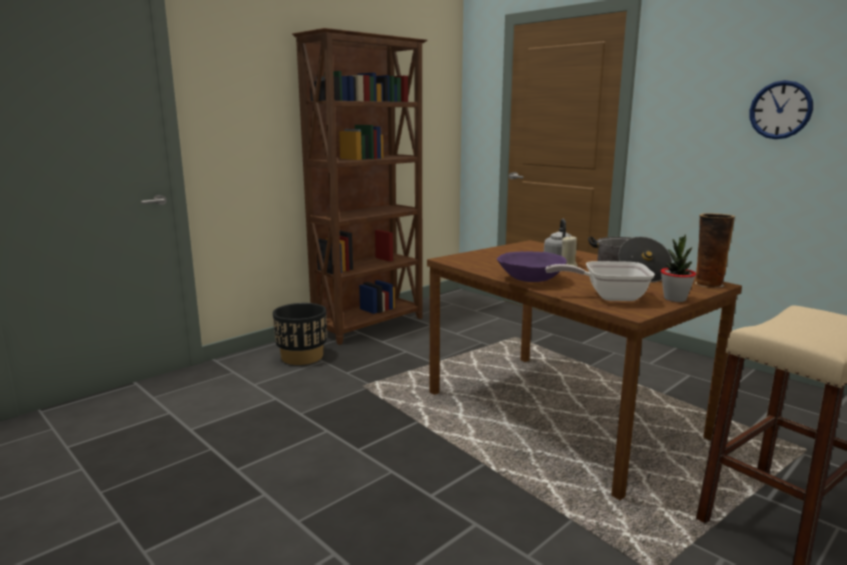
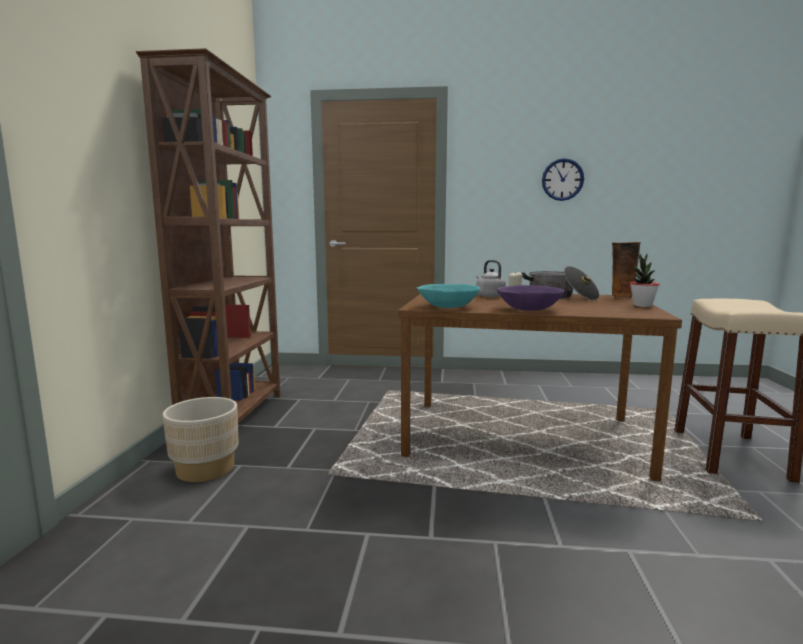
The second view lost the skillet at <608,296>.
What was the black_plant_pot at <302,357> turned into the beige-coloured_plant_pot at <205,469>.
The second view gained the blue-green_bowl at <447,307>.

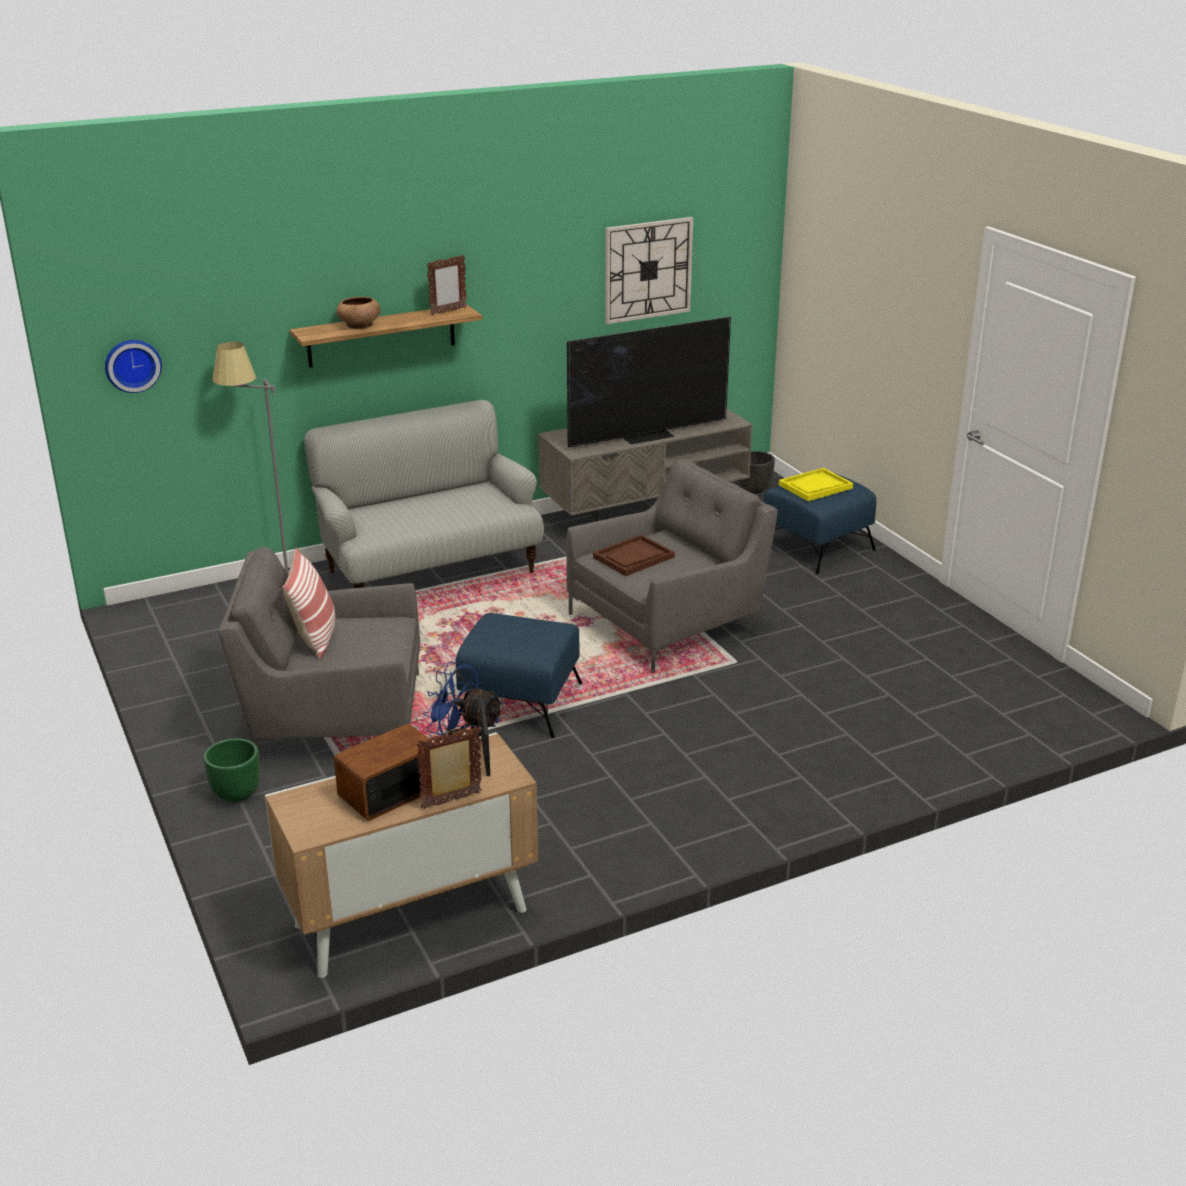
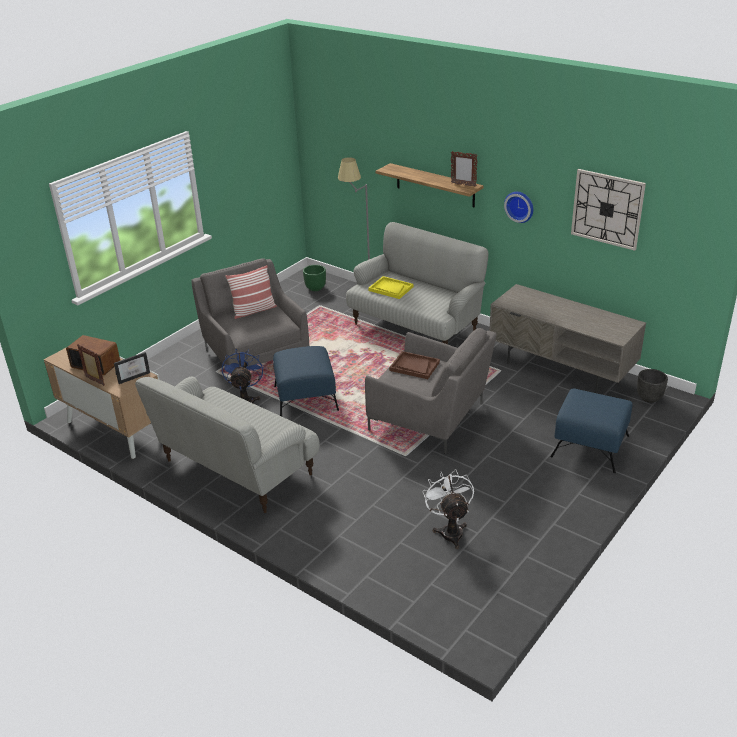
The second view lost the brownish_bowl at <359,325>.
The second view lost the TV at <647,435>.
The wall_clock ended up elsewhere, having gone from <132,364> to <520,206>.
The yellowish_serving_tray ended up elsewhere, having gone from <815,487> to <390,289>.
The greenish_plant_pot ended up elsewhere, having gone from <236,793> to <315,288>.
The second view gained the sofa at <236,470>.
The second view gained the whitish_cooling_fan at <450,530>.

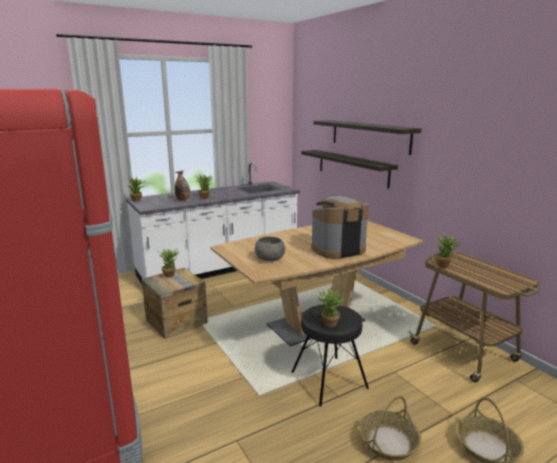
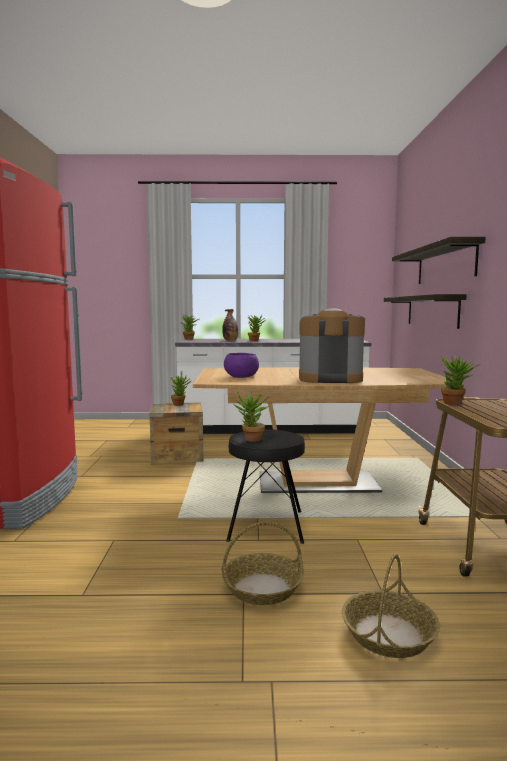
What was the gray_bowl at <270,258> turned into the purplish_bowl at <241,377>.

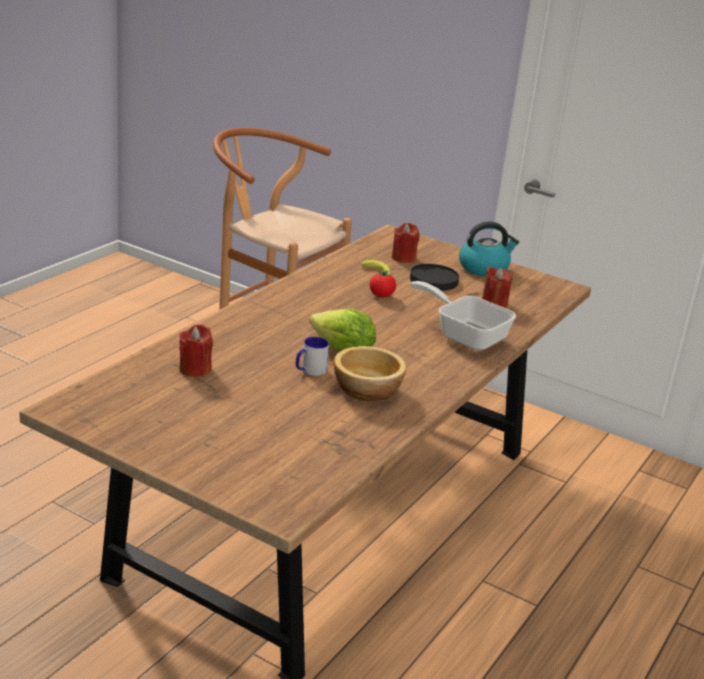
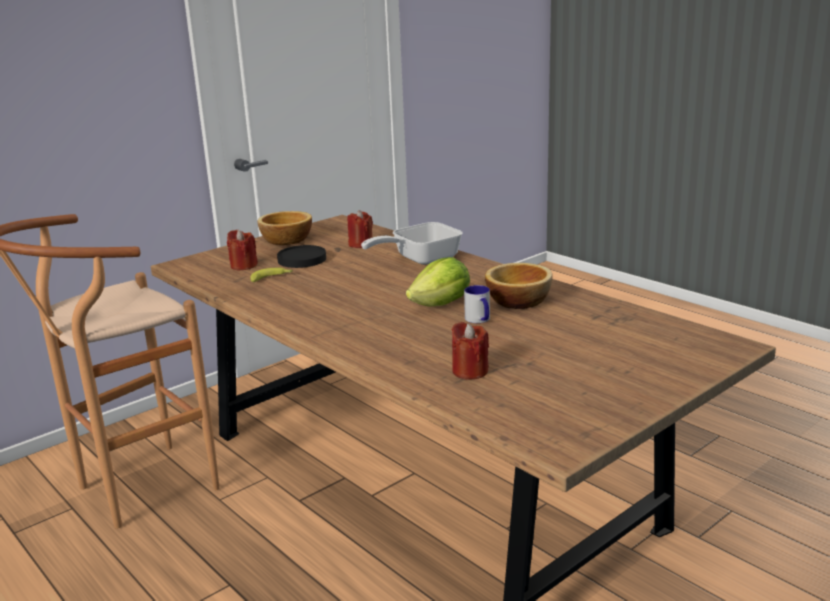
Where the tea_kettle stood at <484,268>, the bowl came to stand at <286,240>.
The second view lost the fresh_tomato at <381,295>.

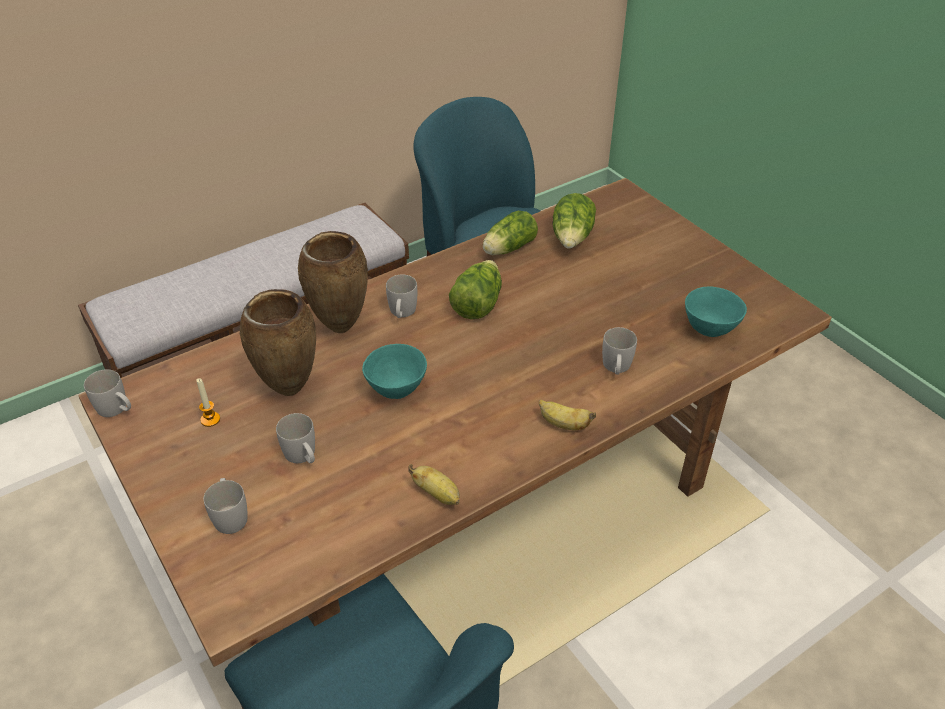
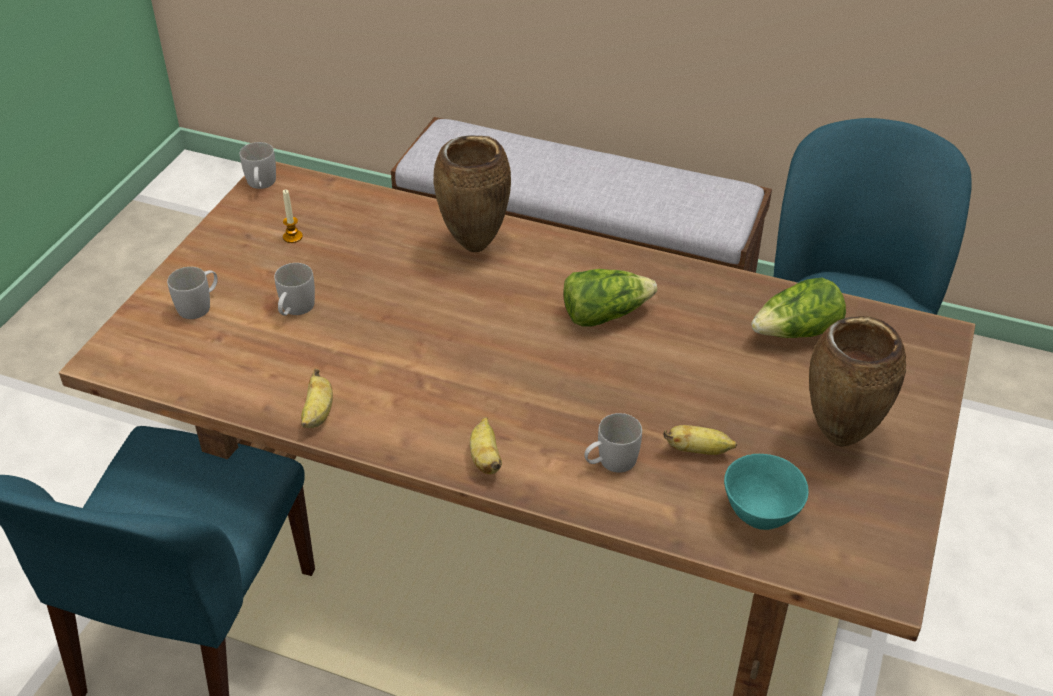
The second view lost the lettuce_head at <507,249>.
The second view lost the whitish_coffee_mug at <402,313>.
The brownish_decorative_vase ended up elsewhere, having gone from <288,390> to <838,438>.
The second view lost the blue-green_bowl at <396,391>.
The second view gained the whole_banana at <698,451>.

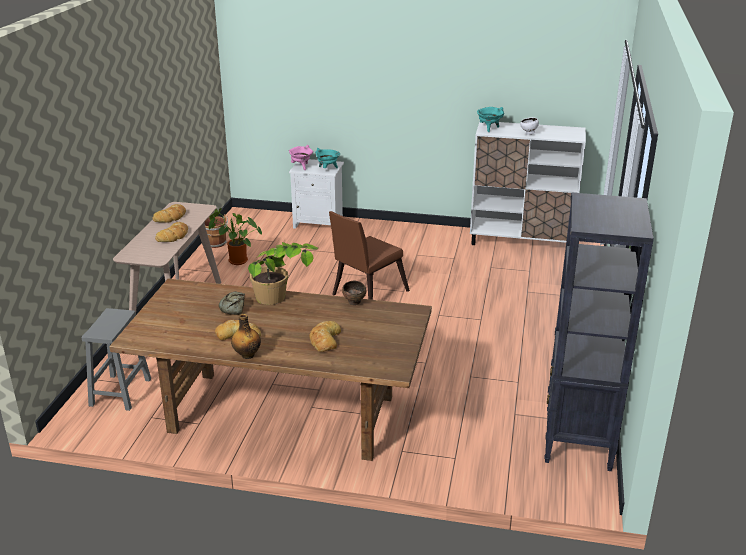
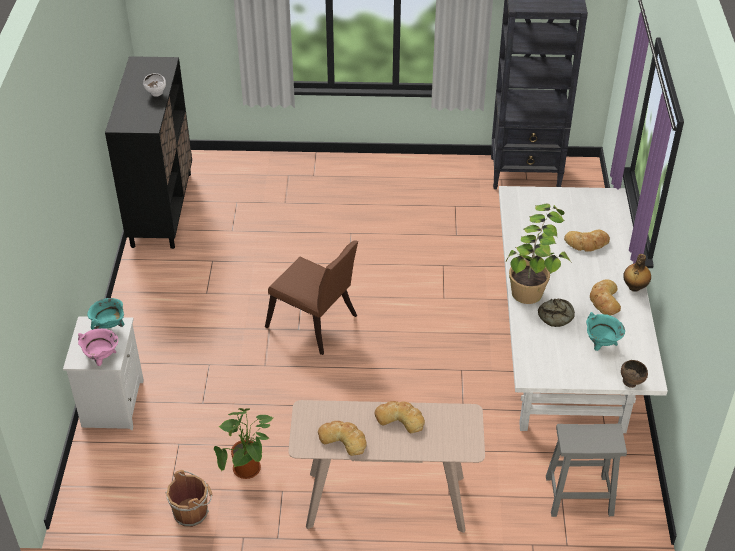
The blue-green_cooking_pot ended up elsewhere, having gone from <489,129> to <601,345>.
What was the whitish_cabinet at <521,241> turned into the black_cabinet at <162,209>.
What was the brownish_kitchen_table at <280,414> turned into the whitish_kitchen_table at <563,354>.
The brownish_bowl ended up elsewhere, having gone from <354,303> to <631,382>.

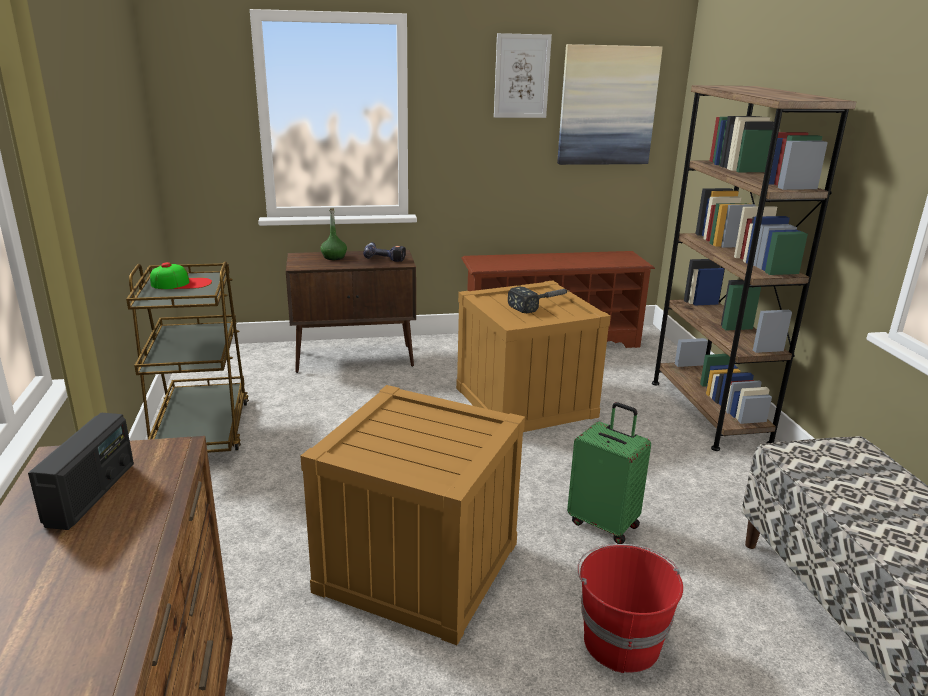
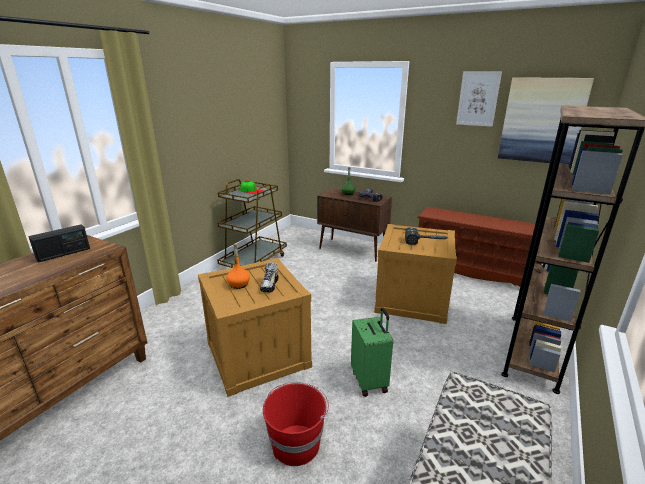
The second view gained the orange-coloured_drink_bottle at <239,284>.
The second view gained the low_shoe at <269,285>.

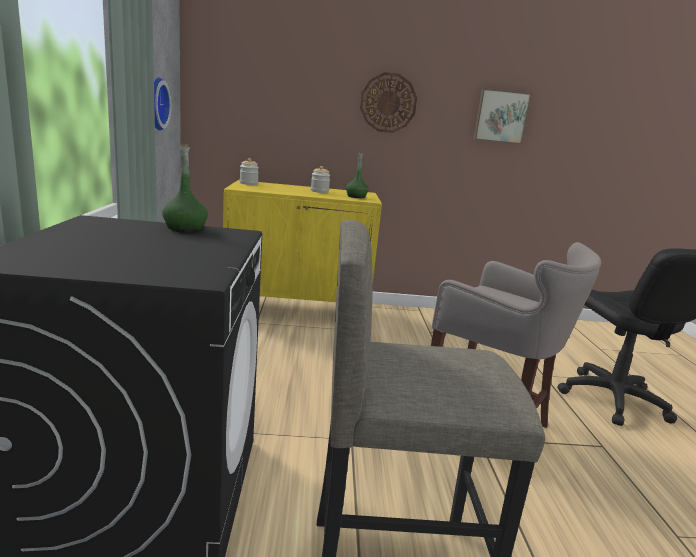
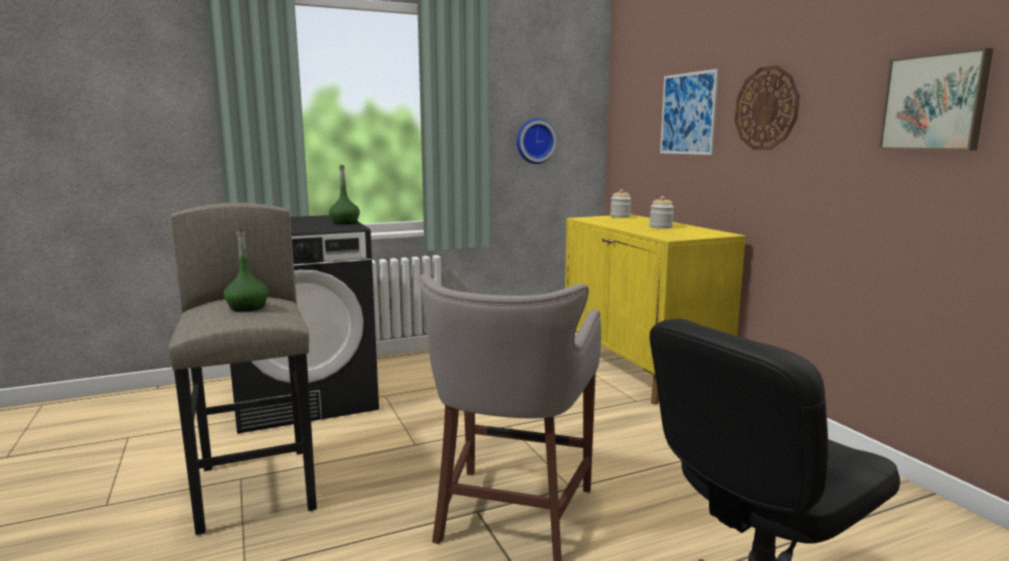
The greenish_drink_bottle ended up elsewhere, having gone from <356,197> to <247,307>.
The second view gained the picture at <688,113>.

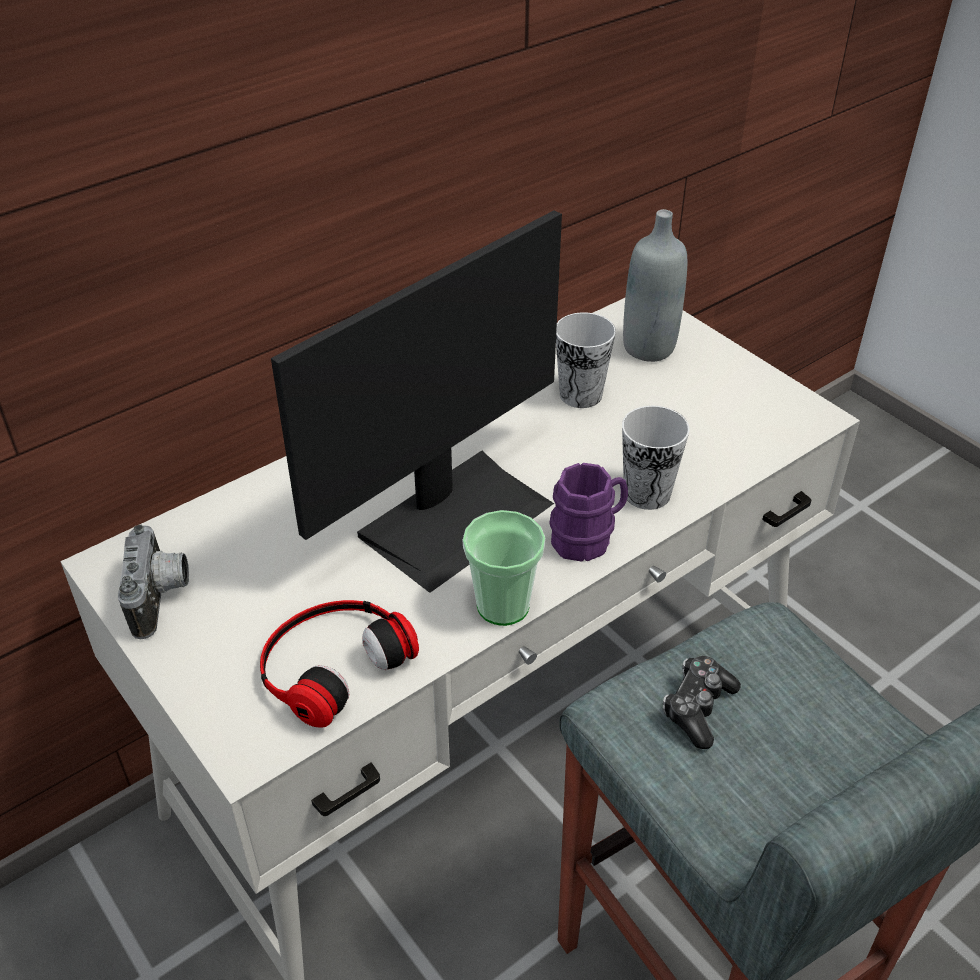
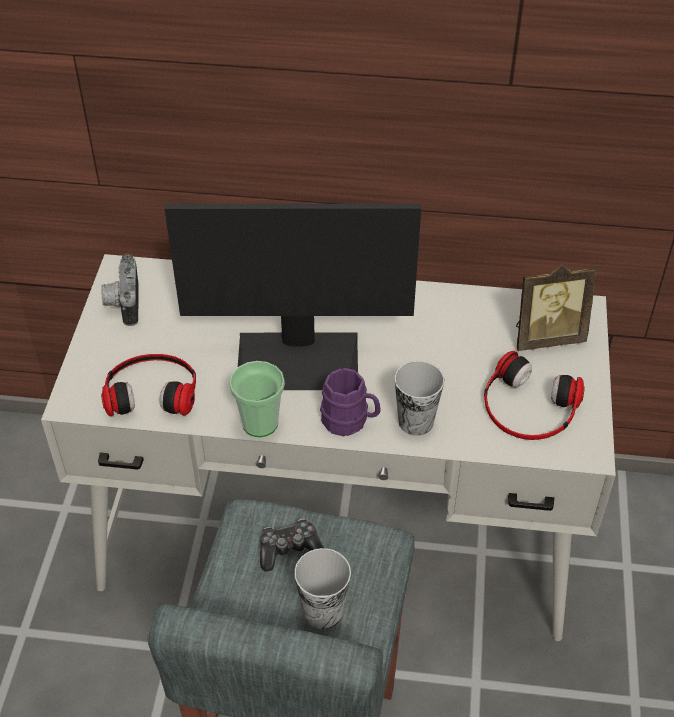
Where the gray_drink_bottle stood at <649,347>, the picture_frame came to stand at <546,337>.
The small_cup ended up elsewhere, having gone from <580,394> to <323,611>.
The still_camera at <162,597> ended up facing another way, 135 degrees clockwise from before.
The second view gained the headphones at <528,407>.

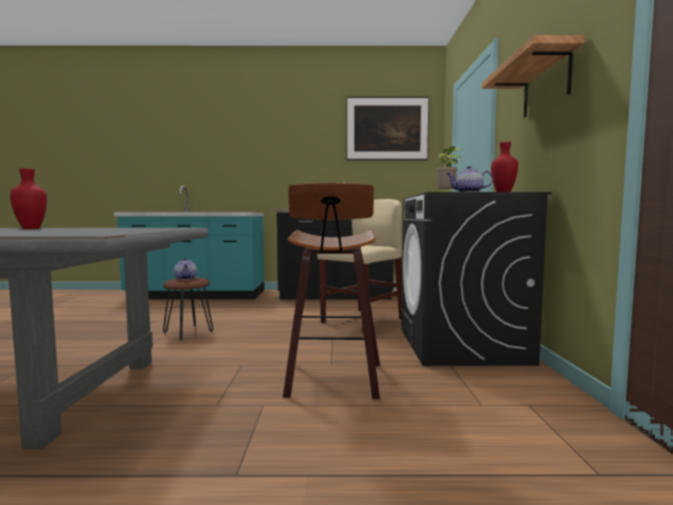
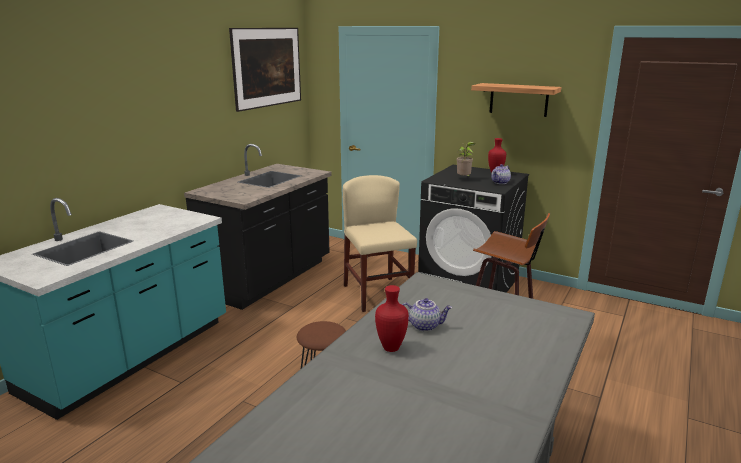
The pot_for_tea ended up elsewhere, having gone from <186,278> to <425,326>.

